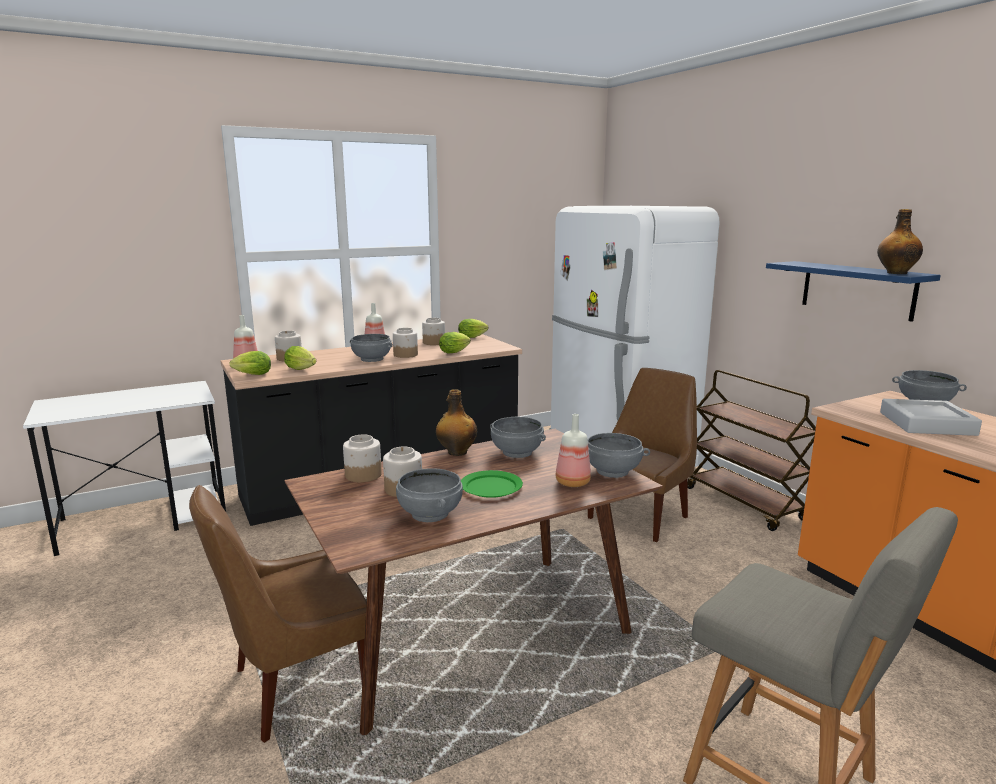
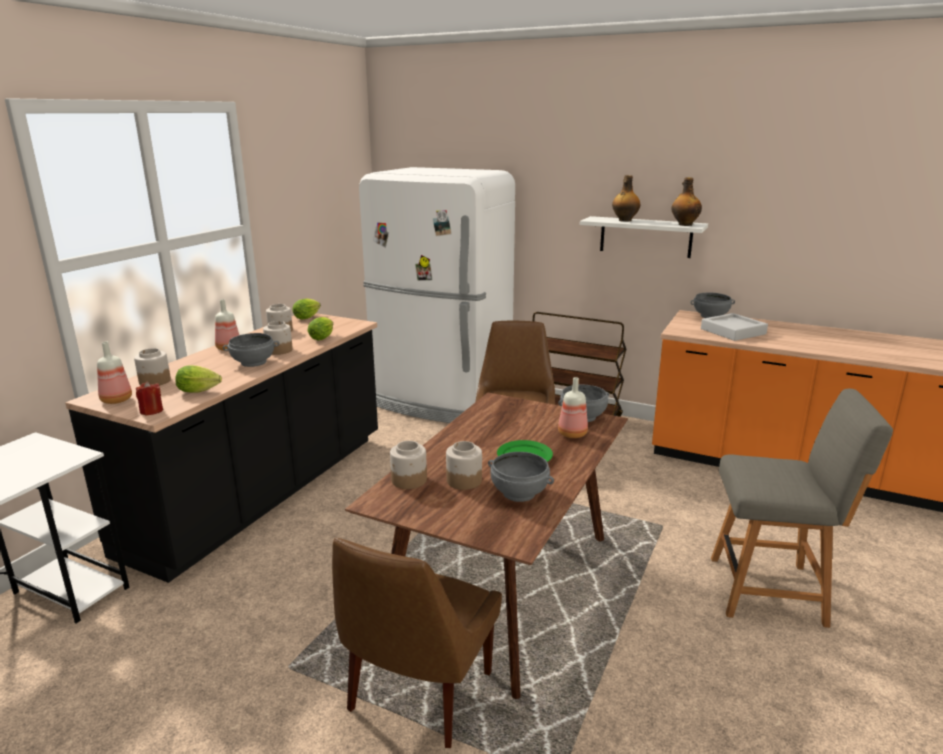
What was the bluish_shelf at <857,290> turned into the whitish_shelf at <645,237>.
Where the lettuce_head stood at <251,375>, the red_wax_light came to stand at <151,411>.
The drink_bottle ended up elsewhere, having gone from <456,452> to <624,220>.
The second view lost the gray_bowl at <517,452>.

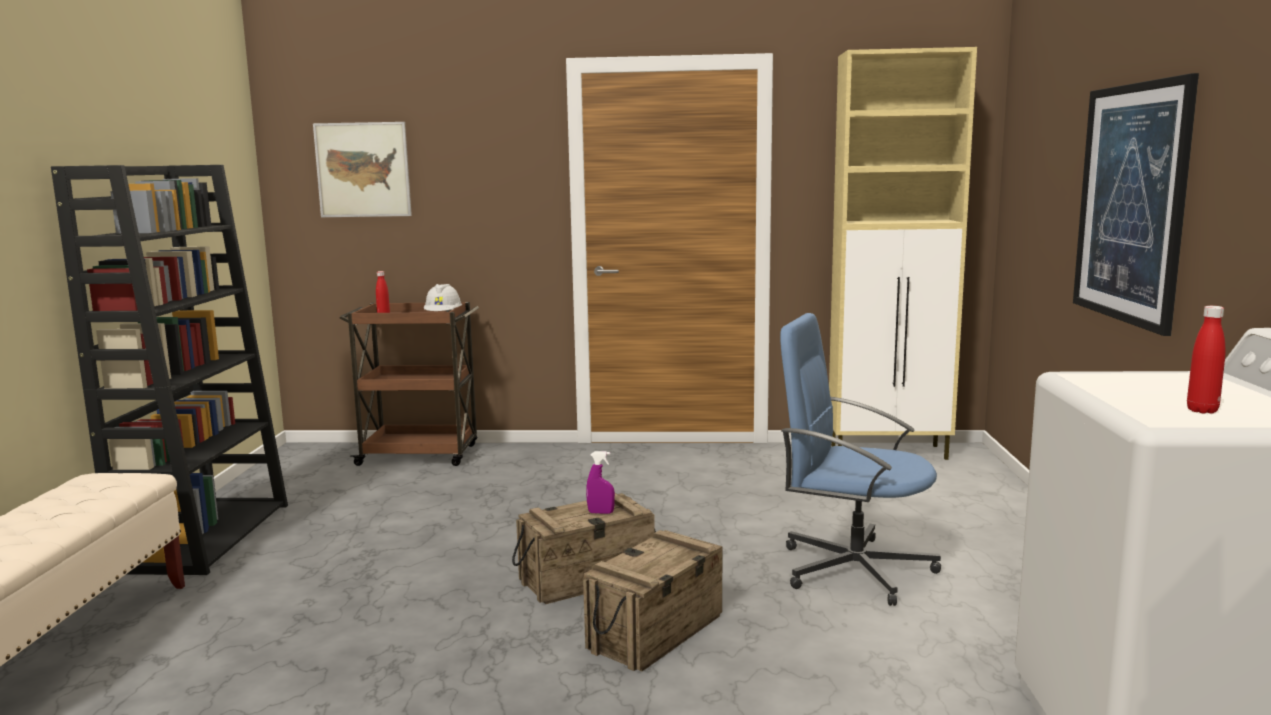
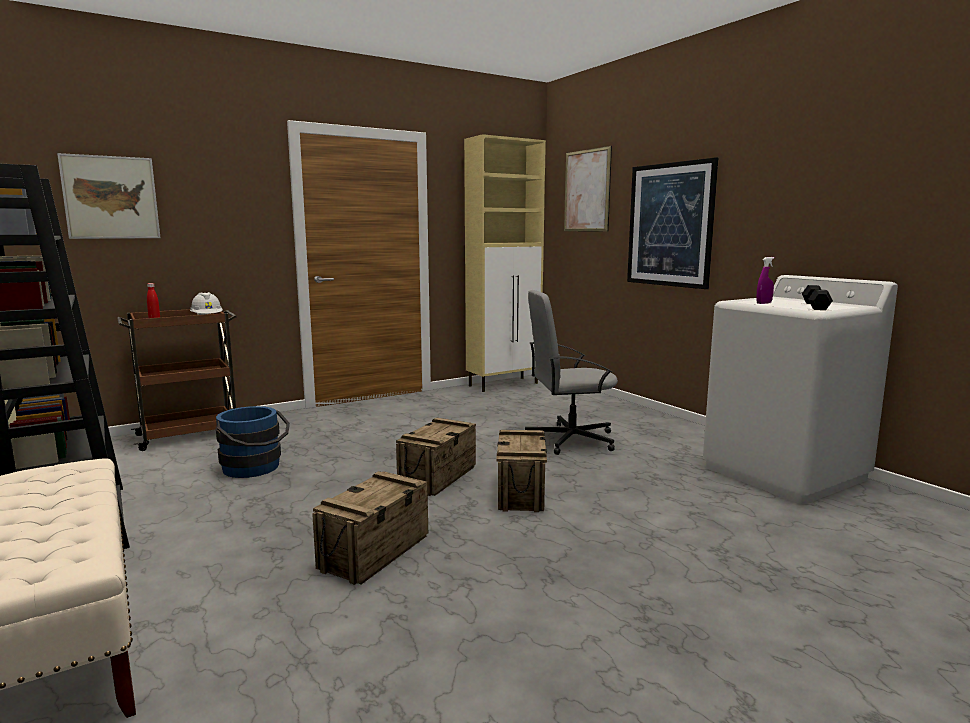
Where the red_drink_bottle stood at <1202,410>, the black_dumbbell came to stand at <815,306>.
What was the bluish_computer_chair at <853,568> turned into the gray_computer_chair at <569,439>.
The purplish_sprayer ended up elsewhere, having gone from <601,512> to <764,303>.
The second view gained the picture at <587,191>.
The second view gained the bluish_water_bucket at <254,468>.
The second view gained the shipping_crate at <375,552>.

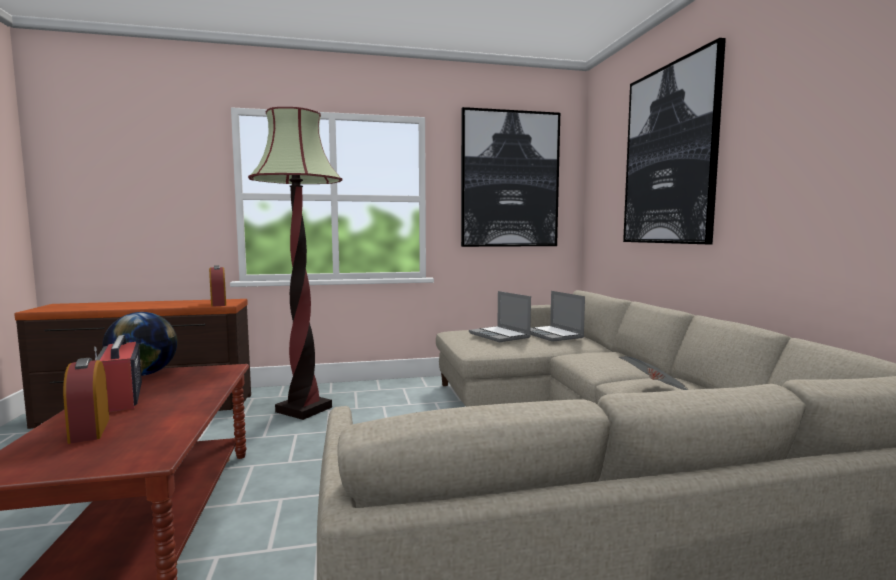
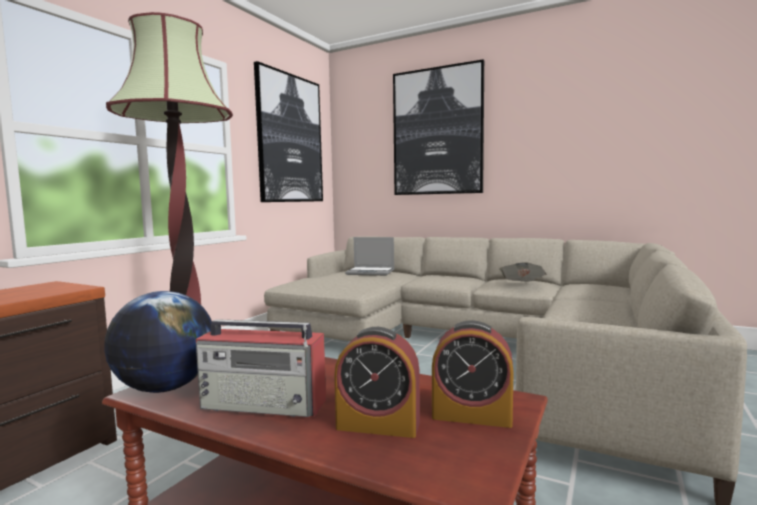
The table_clock ended up elsewhere, having gone from <218,304> to <472,415>.
The second view lost the notebook_computer at <500,335>.

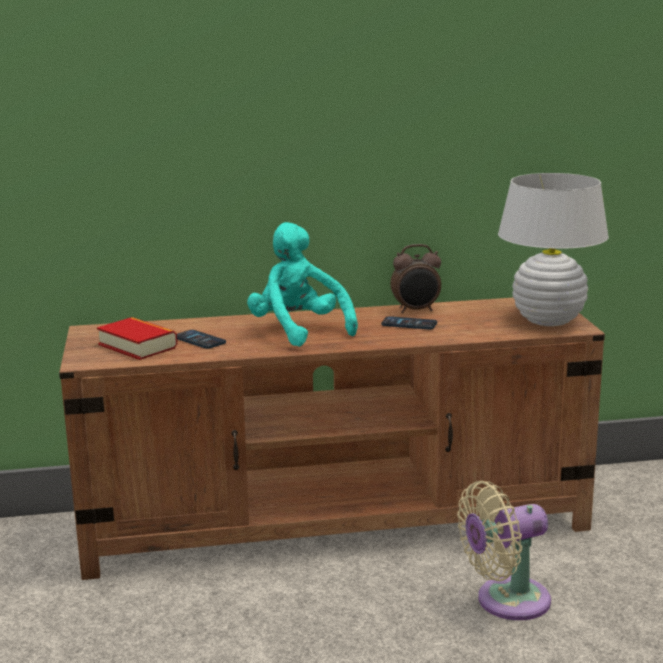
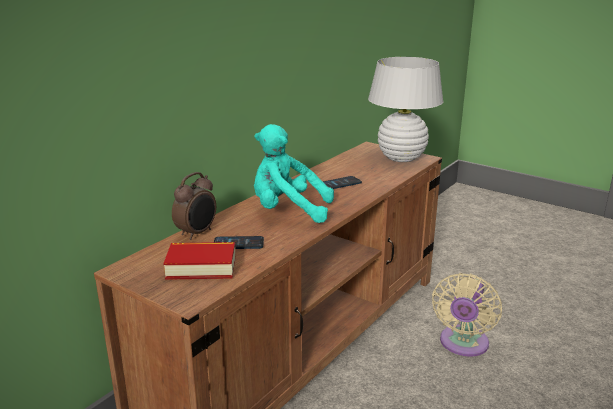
The table_clock ended up elsewhere, having gone from <416,310> to <197,233>.

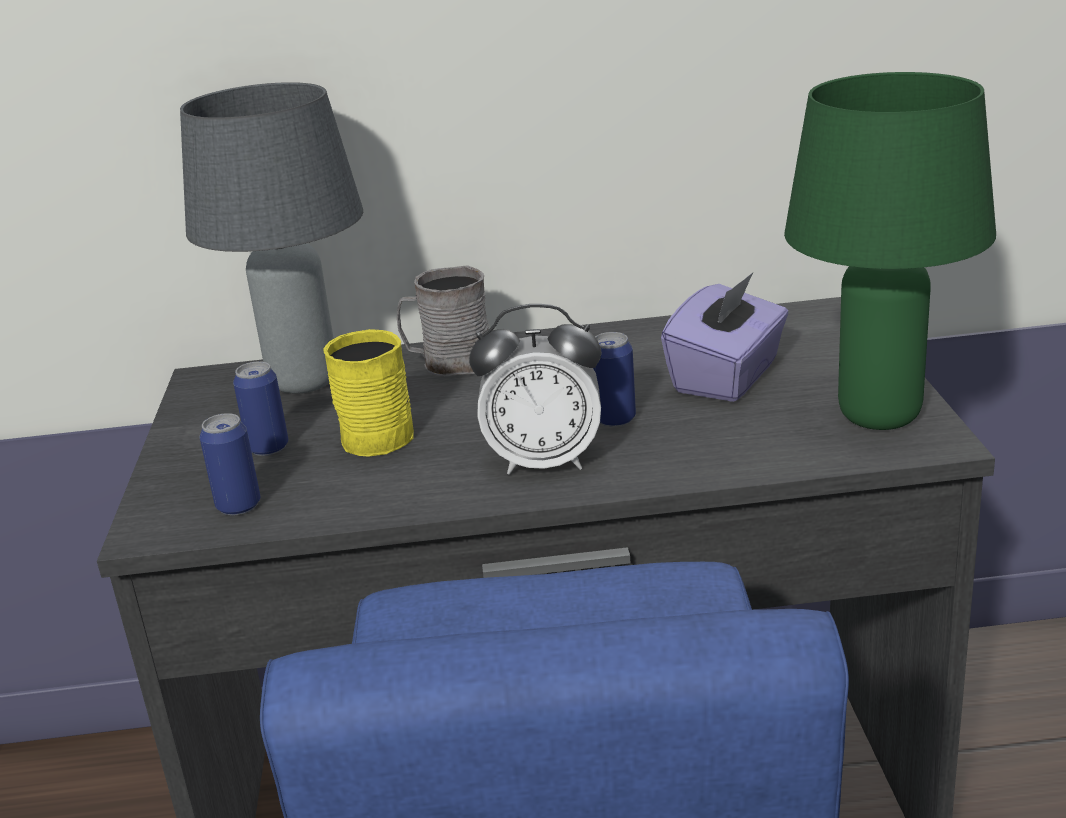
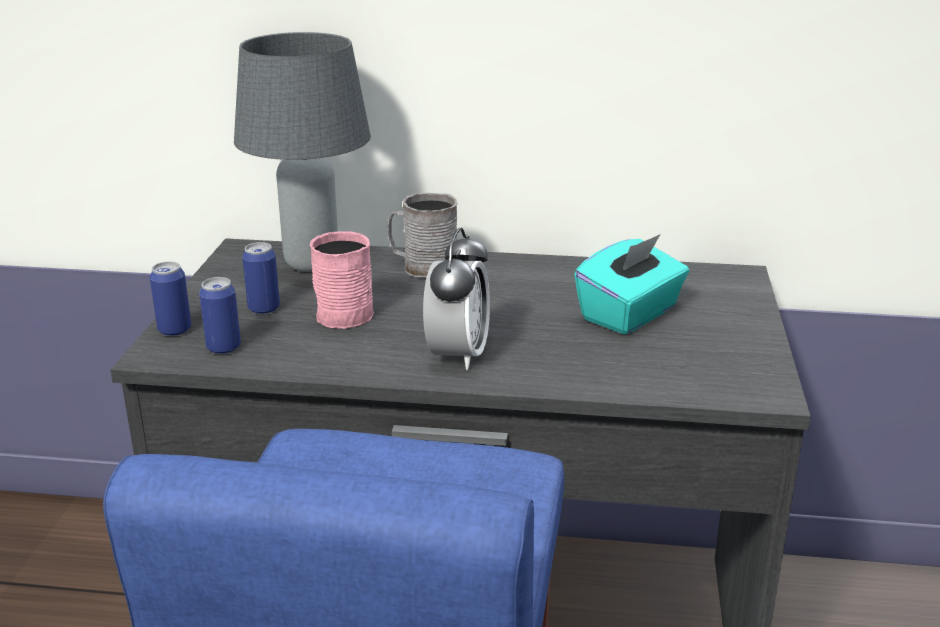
The second view lost the greenish_lamp_for_a_table at <879,415>.
What was the purplish_tissue_holder at <728,377> turned into the blue-green_tissue_holder at <630,314>.
The table_clock at <544,462> ended up facing another way, 90 degrees counterclockwise from before.
What was the yellowish_coffee_mug at <376,432> turned into the pinkish_coffee_mug at <346,311>.
The sealed_can ended up elsewhere, having gone from <615,419> to <174,330>.

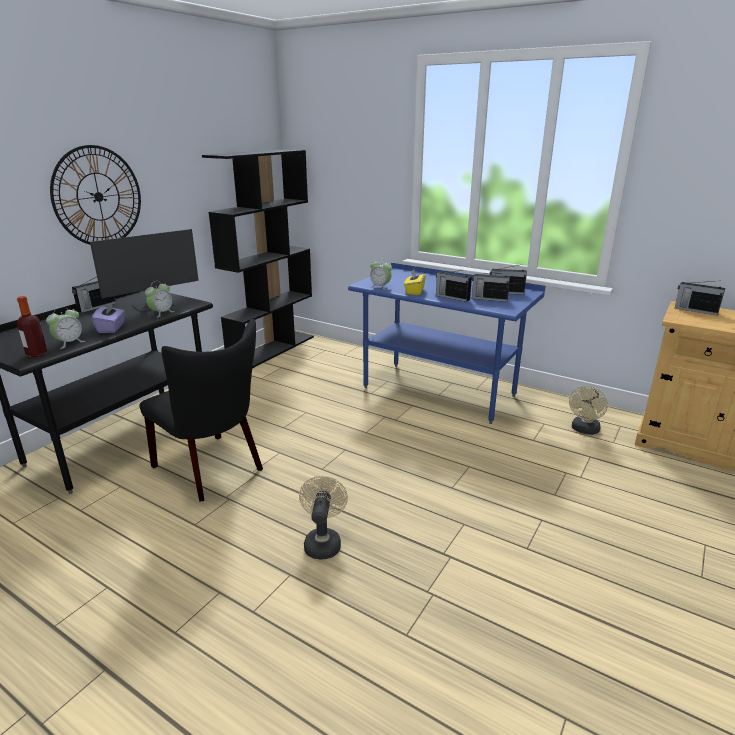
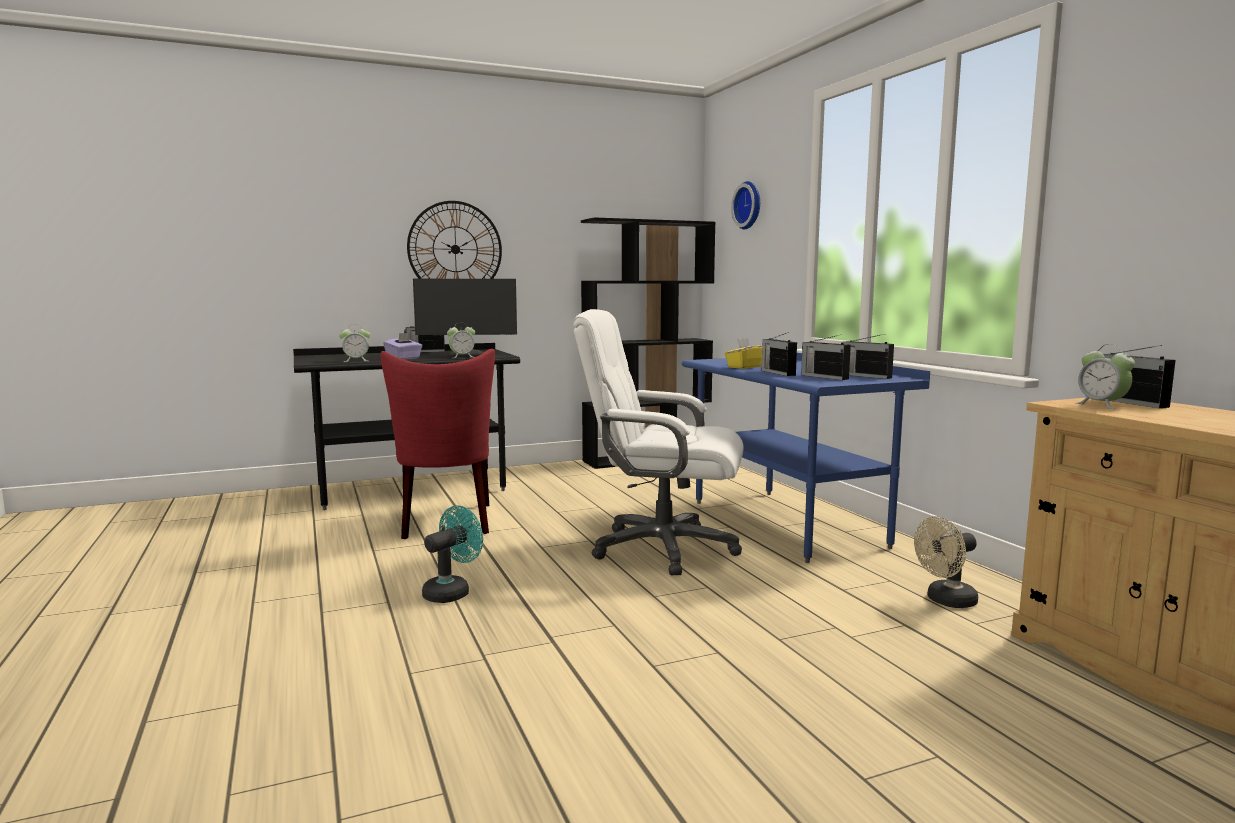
The table_clock ended up elsewhere, having gone from <380,287> to <1101,405>.
The second view lost the drink_bottle at <36,354>.
What was the black_upright_chair at <213,469> turned into the red_upright_chair at <446,523>.
What was the beige-coloured_cooling_fan at <323,542> turned into the blue-green_cooling_fan at <452,592>.
The second view gained the wall_clock at <749,205>.
The second view gained the whitish_computer_chair at <662,548>.

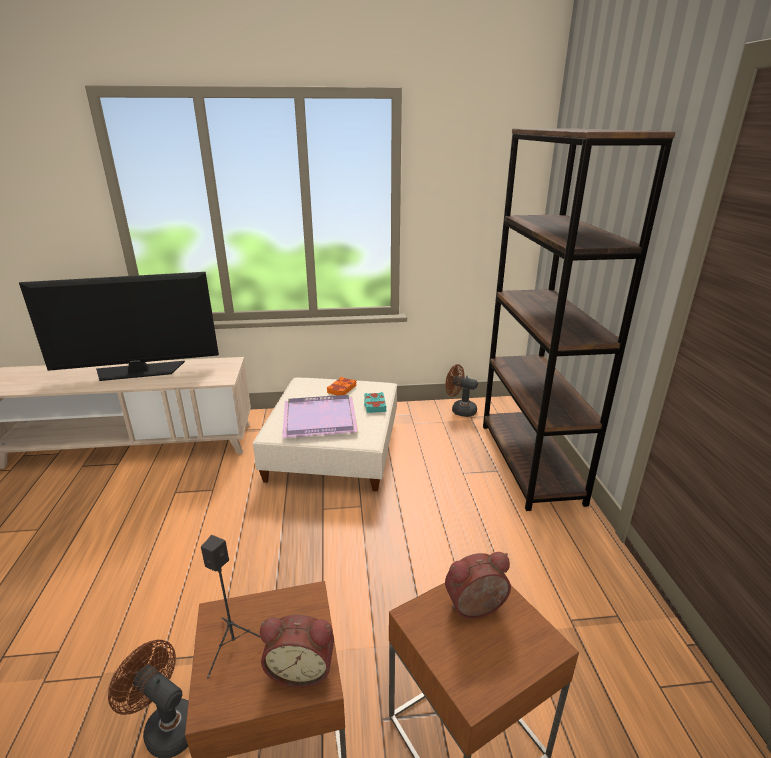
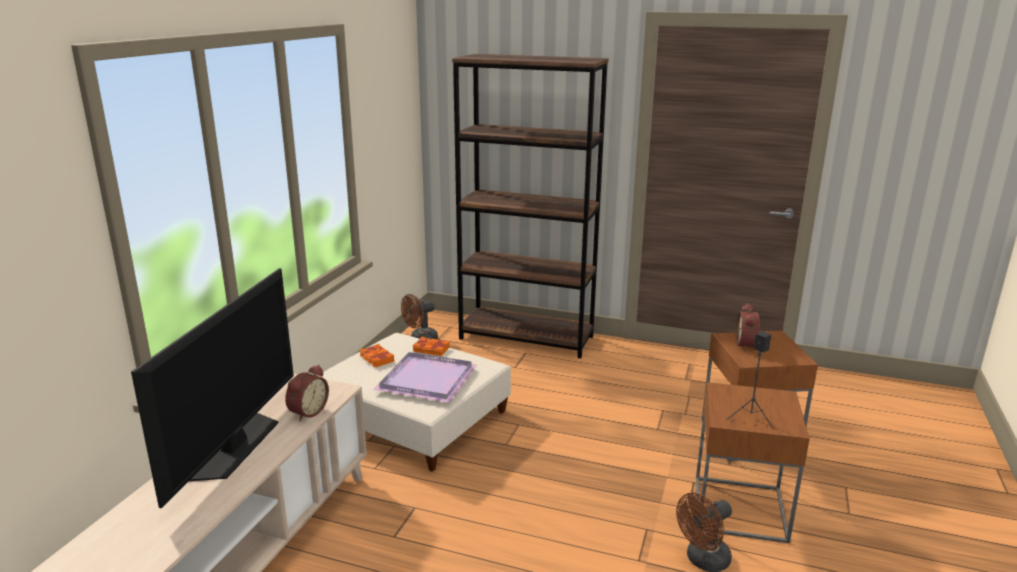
What was the blue-green_bound_book at <374,405> turned into the orange-coloured_bound_book at <431,350>.
The table_clock ended up elsewhere, having gone from <301,668> to <307,412>.

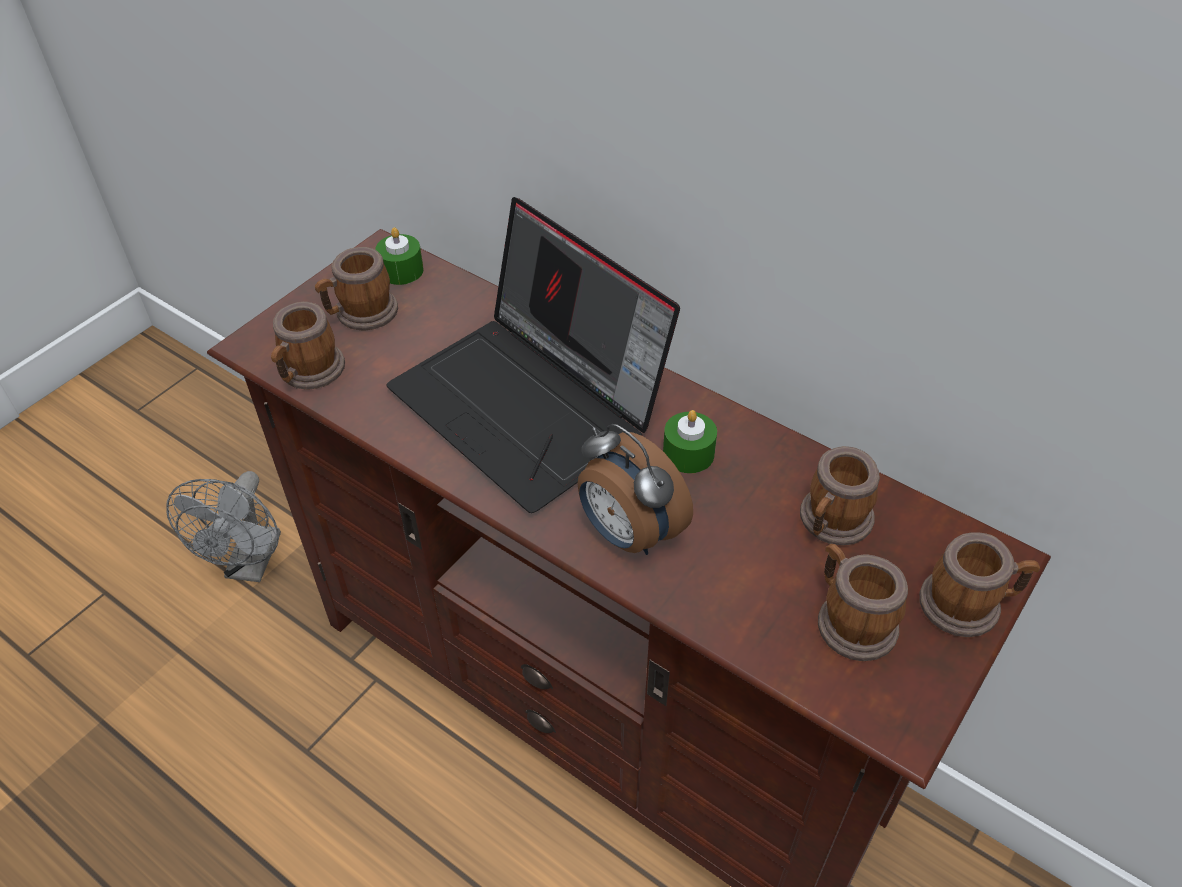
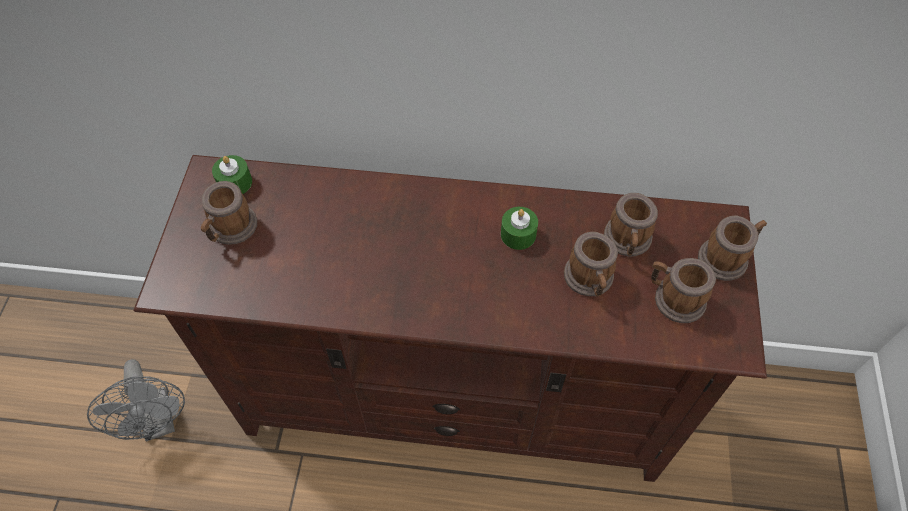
The second view lost the notebook_computer at <532,405>.
The coffee_mug ended up elsewhere, having gone from <309,373> to <590,280>.
The second view lost the table_clock at <628,534>.

